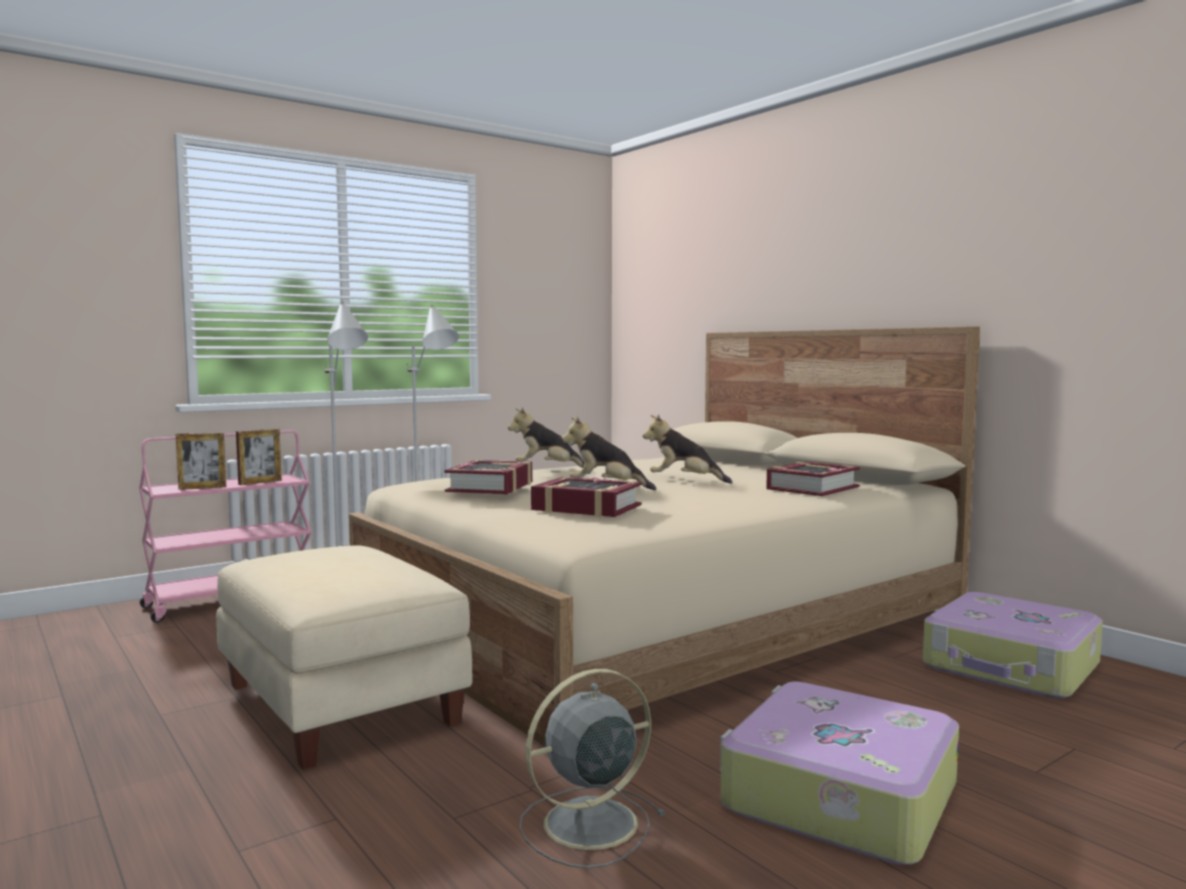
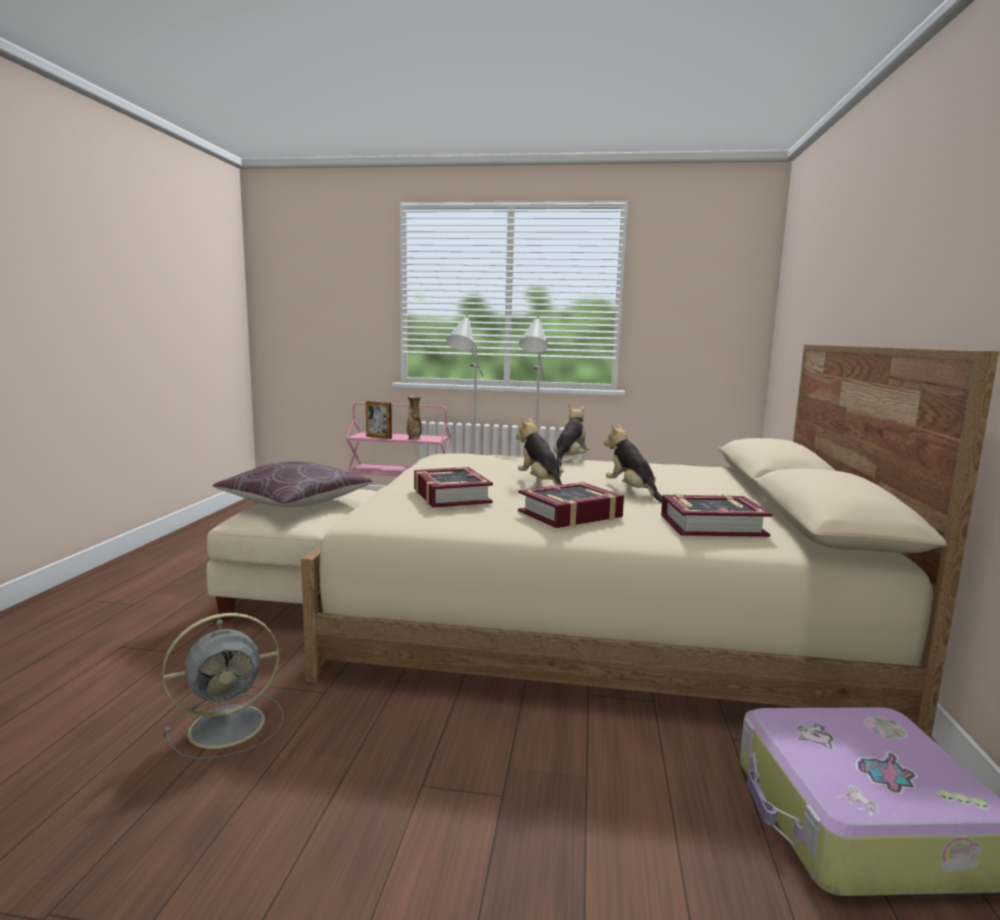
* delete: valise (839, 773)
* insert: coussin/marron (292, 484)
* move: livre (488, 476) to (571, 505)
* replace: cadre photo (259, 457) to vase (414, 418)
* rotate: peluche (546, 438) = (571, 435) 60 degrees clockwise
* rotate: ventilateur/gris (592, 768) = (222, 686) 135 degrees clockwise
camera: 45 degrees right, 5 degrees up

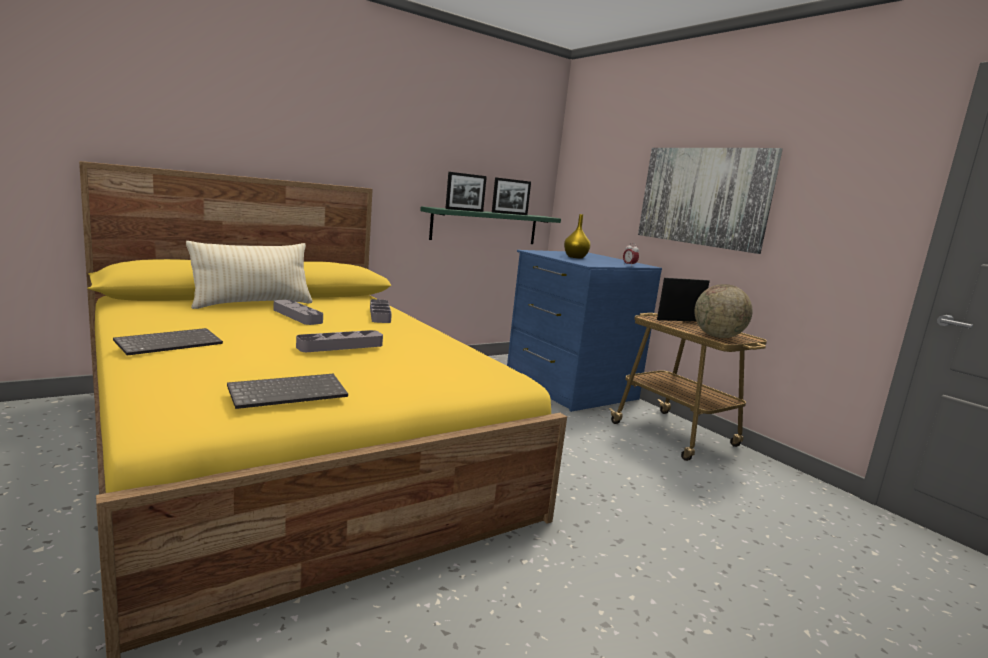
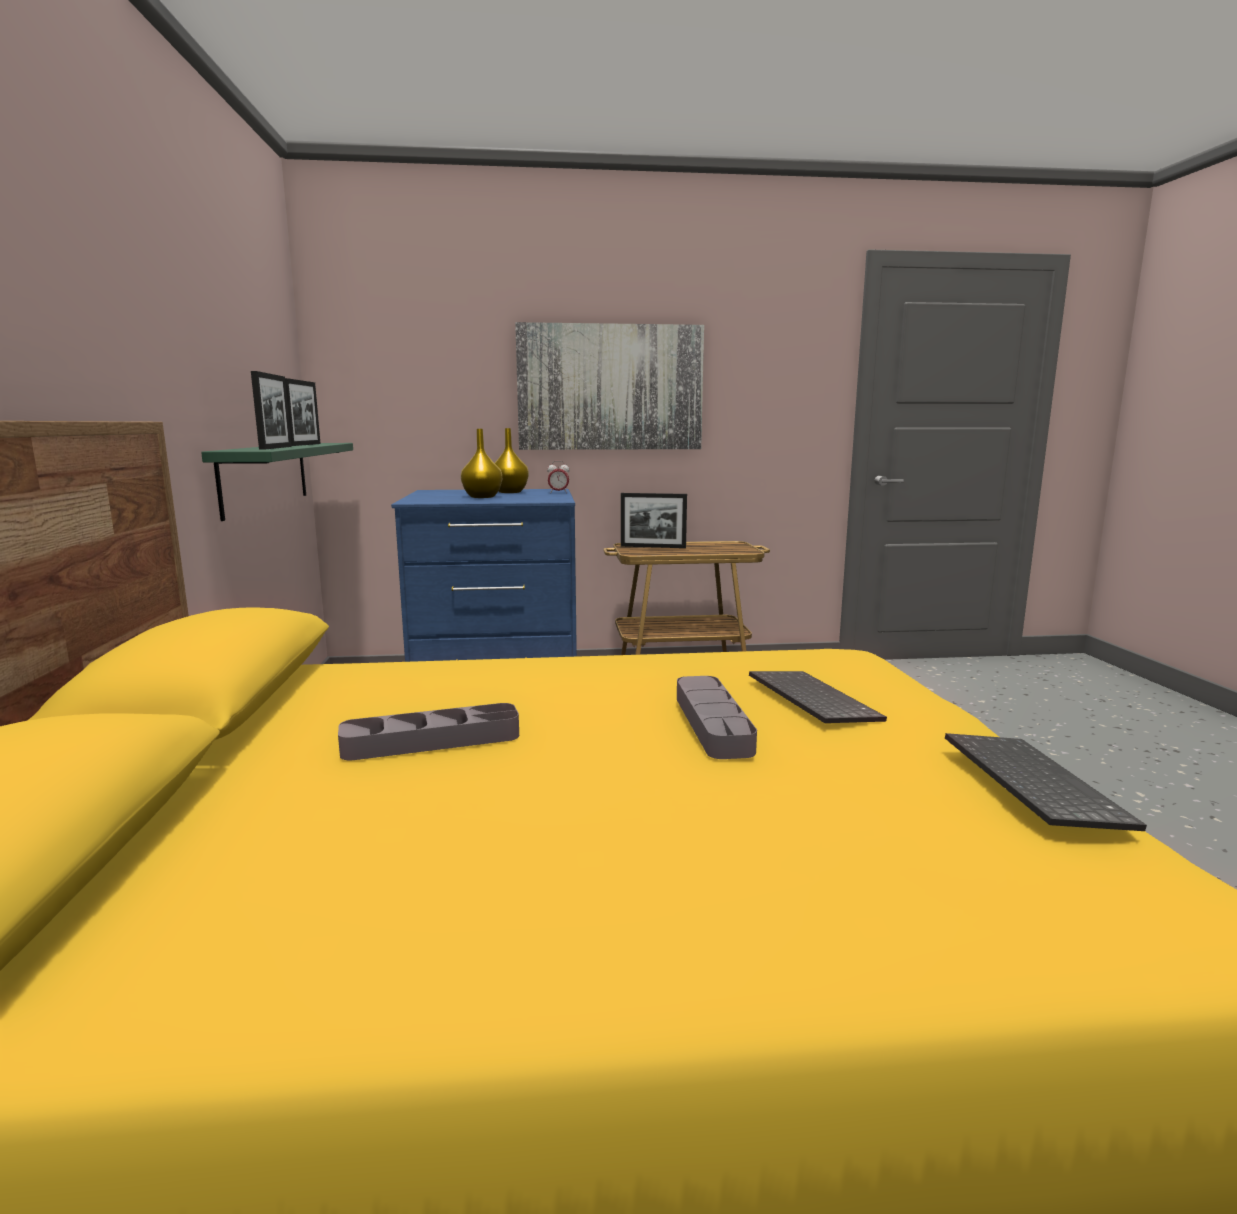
* delete: coussin/beige (249, 275)
* delete: plateau/gris (381, 311)
* delete: globe (723, 311)
* insert: vase/jaune (512, 460)
* move: clavier (168, 342) to (818, 697)
* rotate: cadre photo (683, 299) = (654, 520) 90 degrees counterclockwise
camera: 60 degrees left, 0 degrees up

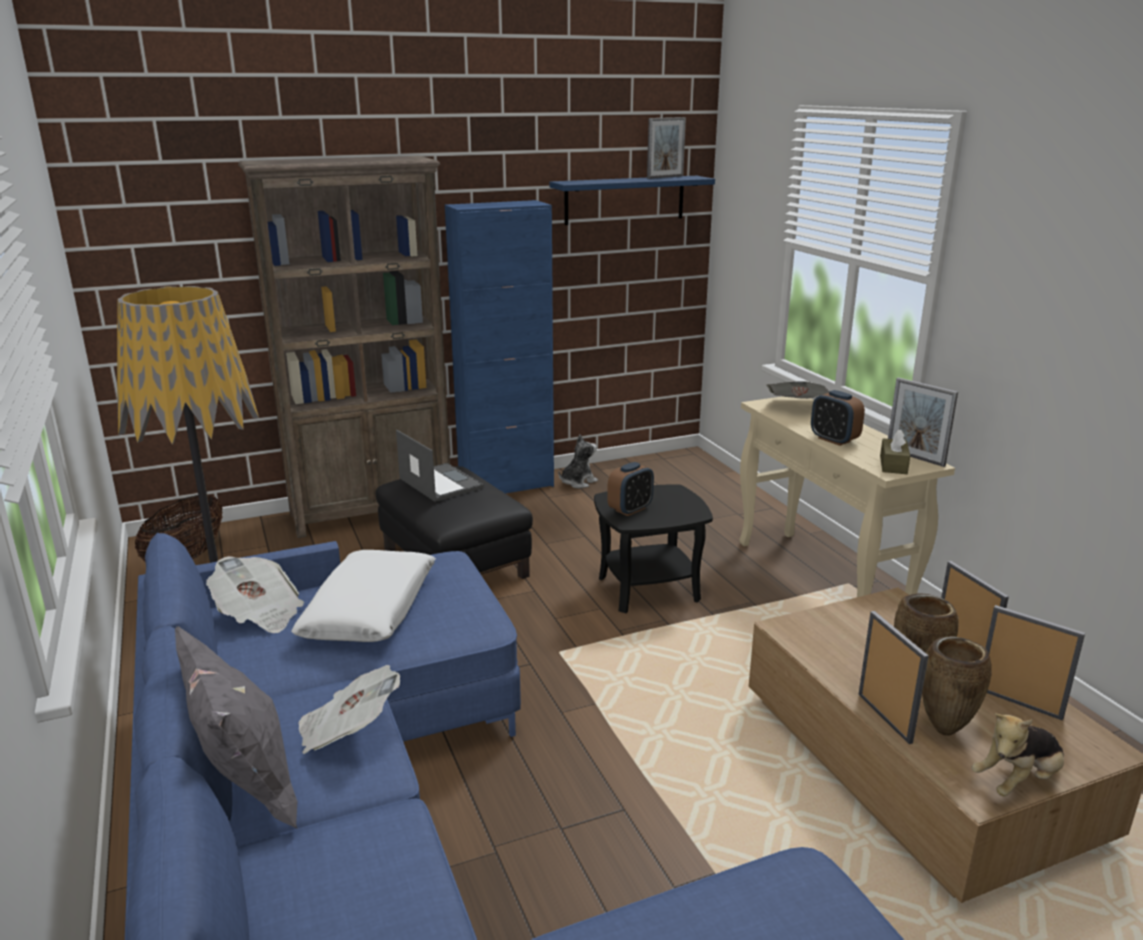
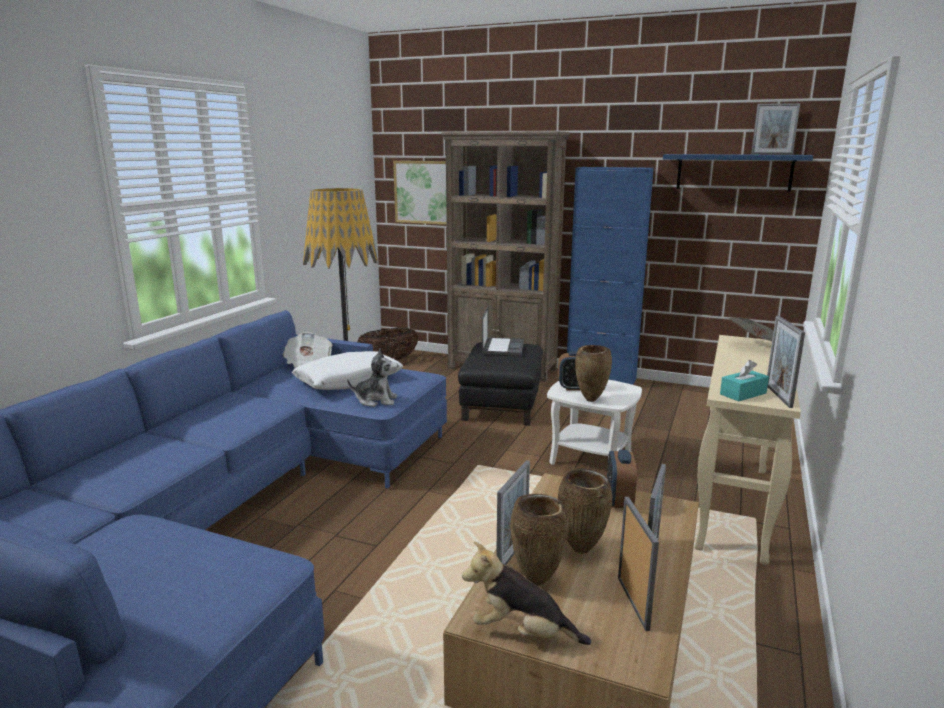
* delete: coussin/gris (236, 727)
* delete: journal (349, 709)
* insert: tableau (420, 193)
* insert: vase/marron (593, 373)
* move: peluche (578, 461) to (372, 377)
* move: réveil (838, 418) to (622, 479)
* recolor: table d'appoint/noir (653, 548) to table d'appoint/blanc (594, 422)
* recolor: boîte à mouchoirs/marron (895, 451) to boîte à mouchoirs/turquoise (744, 381)
camera: 45 degrees right, 5 degrees down

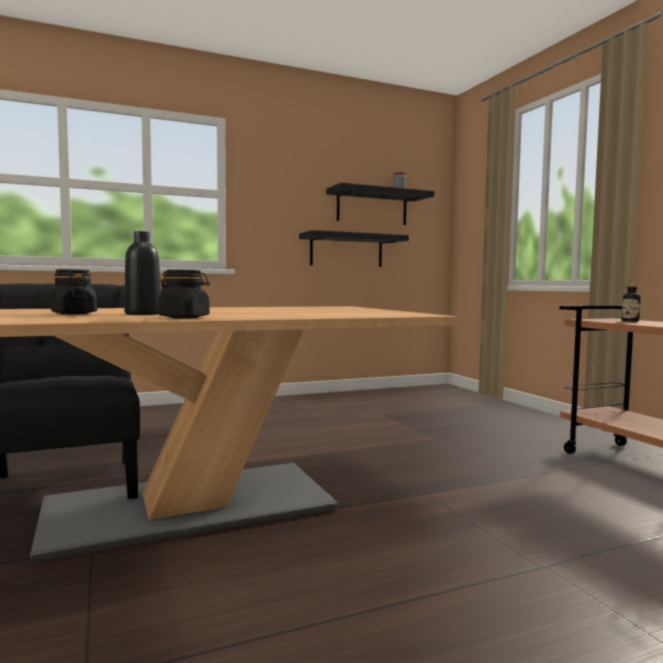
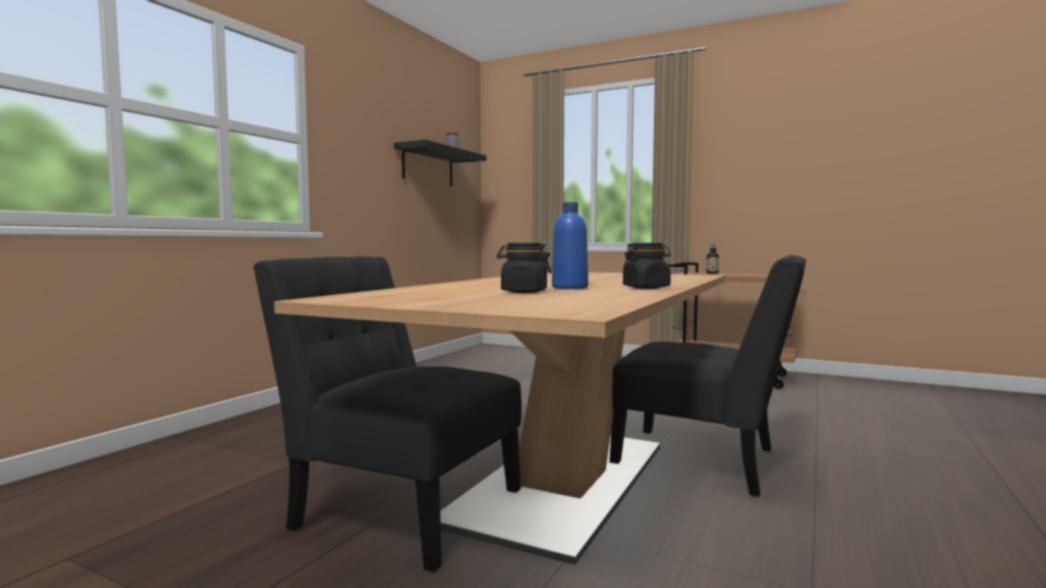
* delete: étagère/noir (354, 248)
* insert: chaise/noir (707, 376)
* recolor: bouteille/noir (143, 273) to bouteille/bleu (570, 245)
camera: 40 degrees left, 0 degrees up

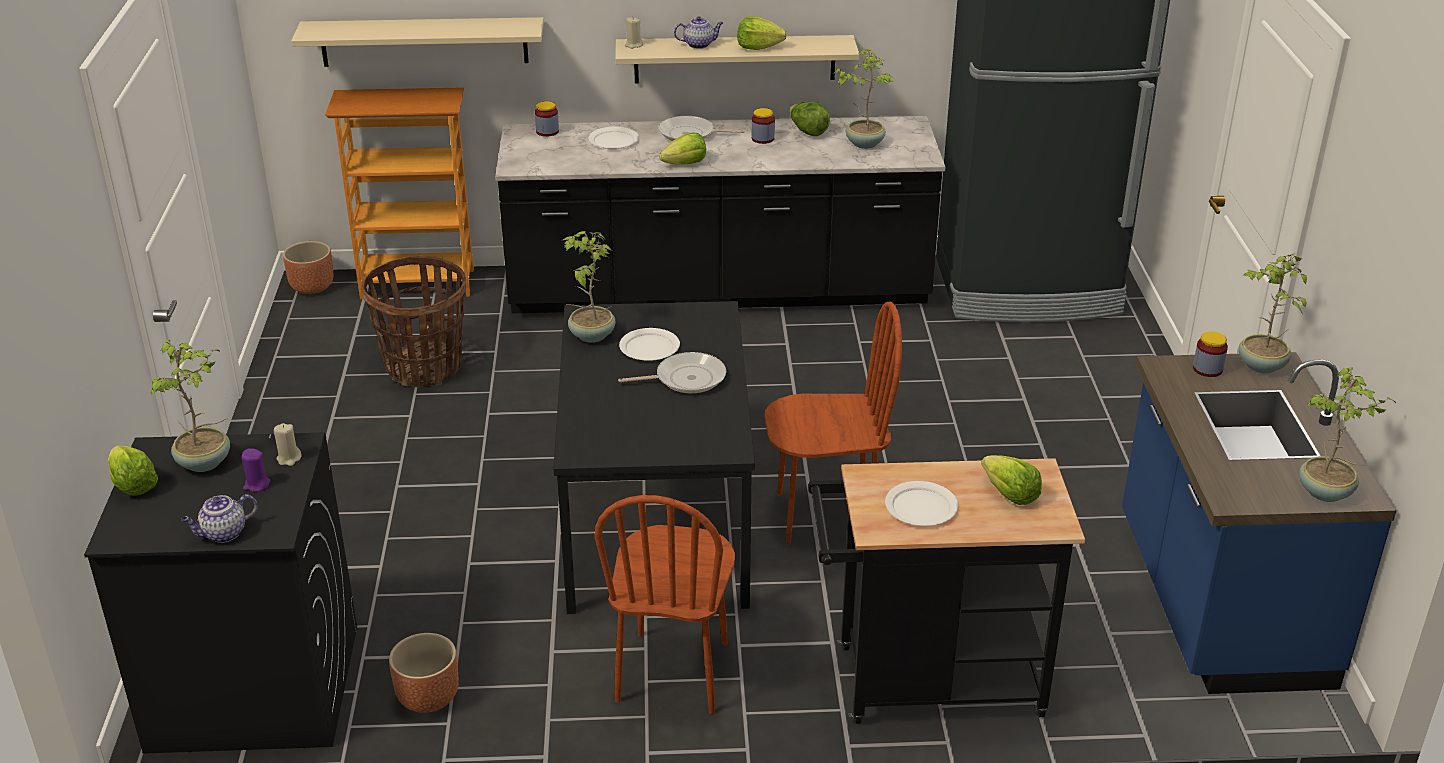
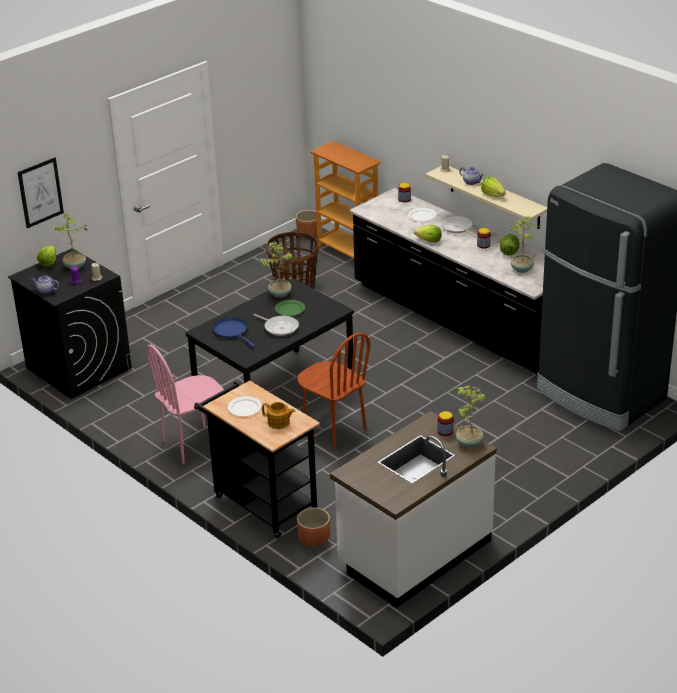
* delete: étagère/beige (417, 42)
* delete: plante en pot (1347, 434)
* insert: tableau (40, 192)
* insert: poêle/bleu (234, 333)
* move: cache-pot/marron (424, 673) to (313, 527)
* replace: laitue (1011, 480) to théière (278, 415)
* recolor: chaise/marron (665, 604) to chaise/rose (185, 404)
* recolor: assiette/blanc (649, 344) to assiette/vert (290, 308)
* recolor: comptoir de cuisine/bleu (1259, 523) to comptoir de cuisine/blanc (413, 509)
camera: 50 degrees right, 0 degrees up

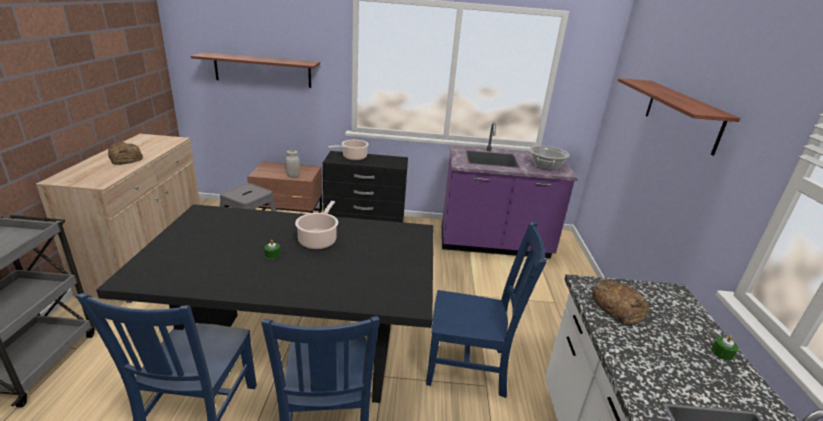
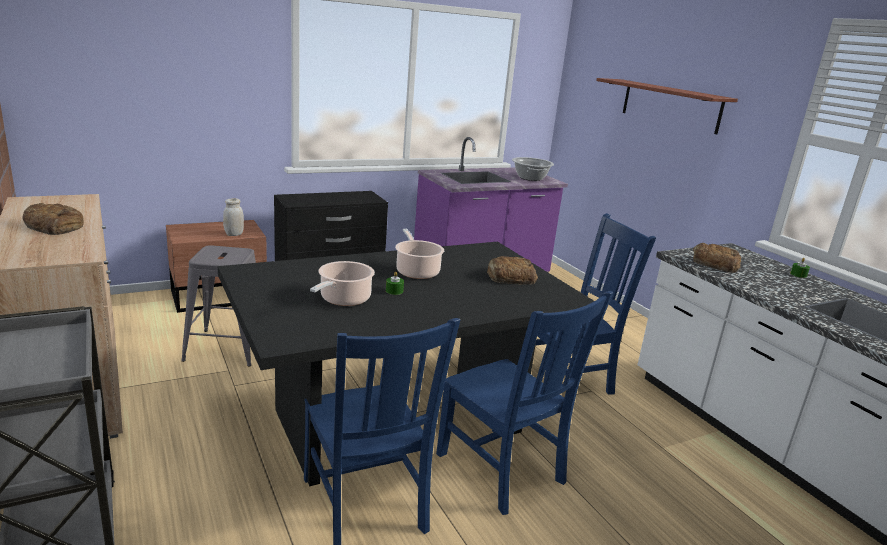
* delete: étagère (255, 70)
* insert: pain (512, 270)
* move: marmite (348, 150) to (342, 283)
camera: 30 degrees left, 5 degrees down

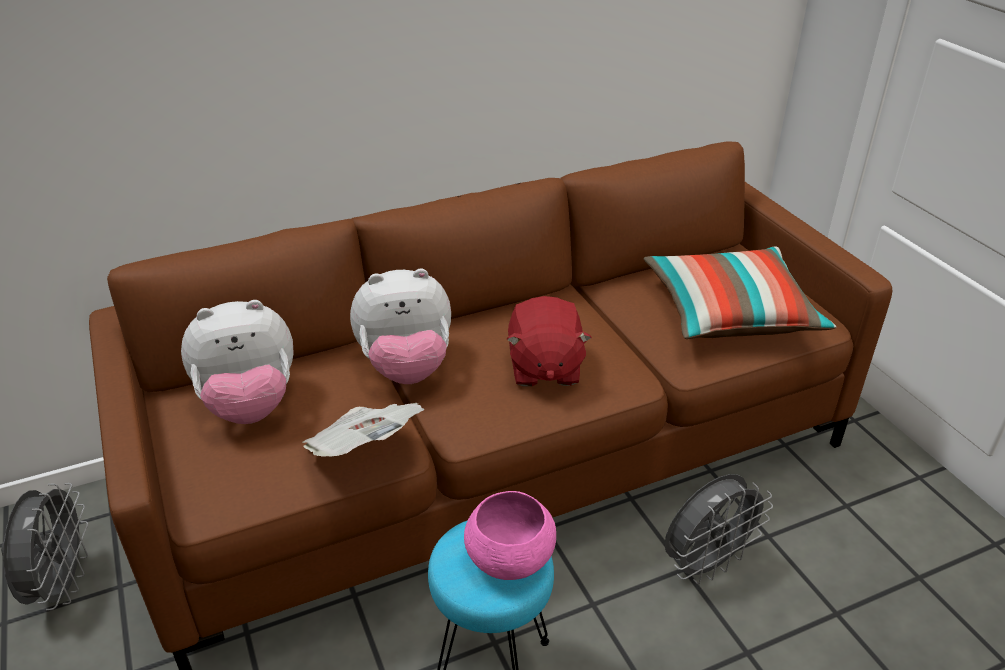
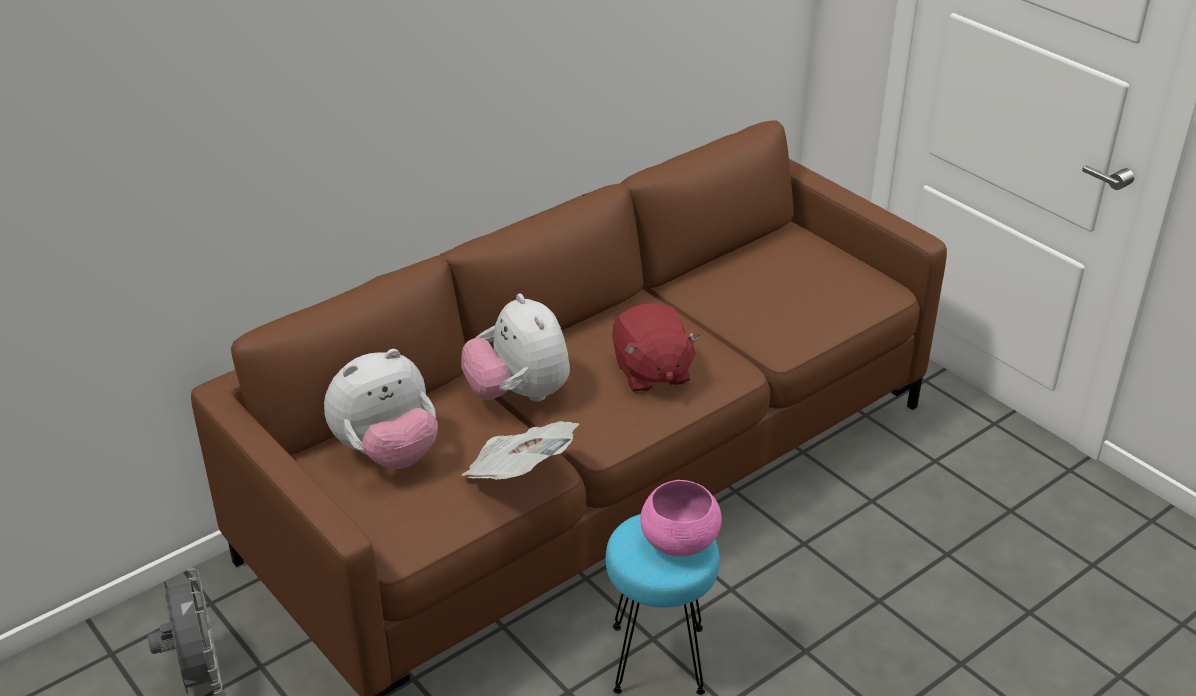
* delete: coussin (739, 293)
* delete: ventilateur/gris (719, 529)
* rotate: peluche (400, 326) = (515, 348) 90 degrees clockwise
camera: 15 degrees left, 0 degrees up

